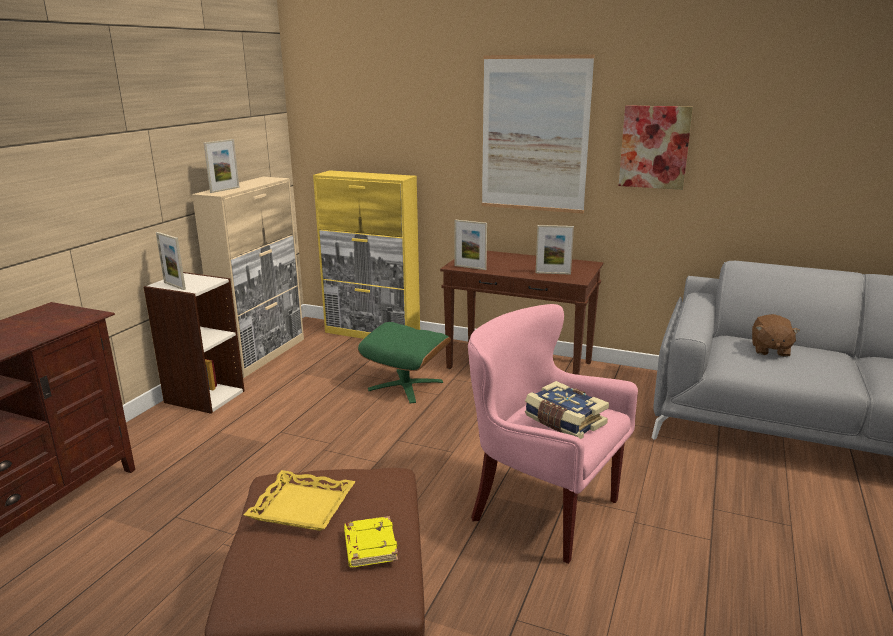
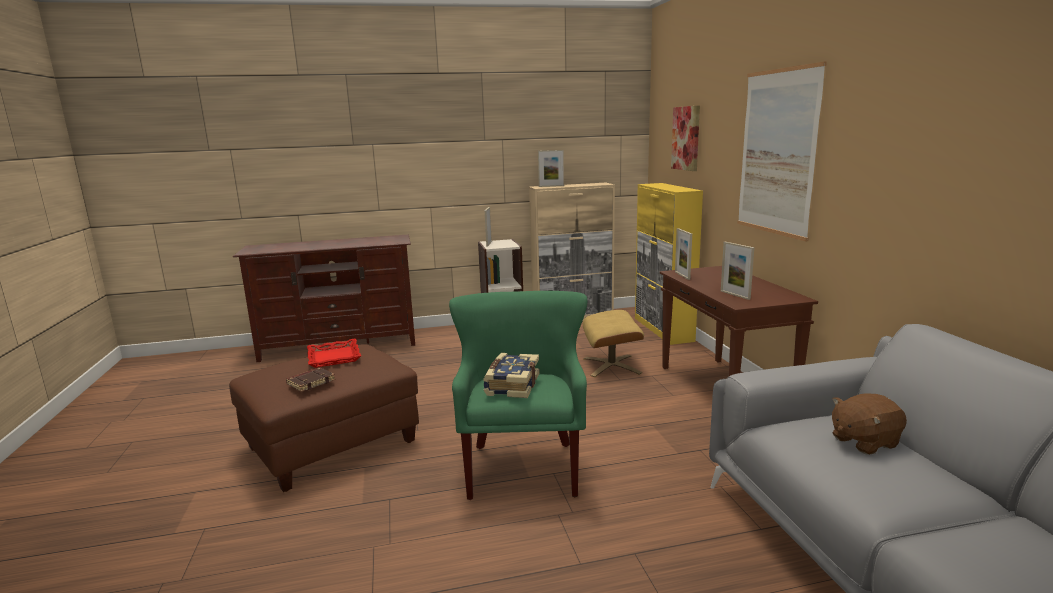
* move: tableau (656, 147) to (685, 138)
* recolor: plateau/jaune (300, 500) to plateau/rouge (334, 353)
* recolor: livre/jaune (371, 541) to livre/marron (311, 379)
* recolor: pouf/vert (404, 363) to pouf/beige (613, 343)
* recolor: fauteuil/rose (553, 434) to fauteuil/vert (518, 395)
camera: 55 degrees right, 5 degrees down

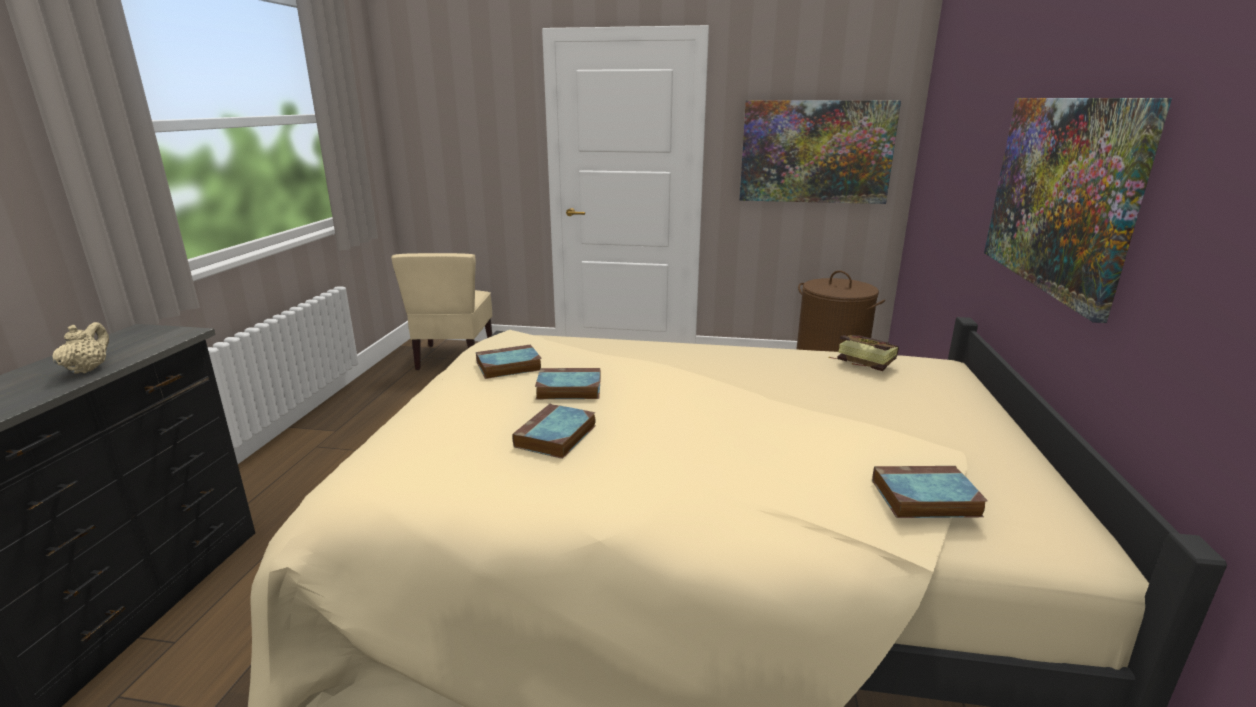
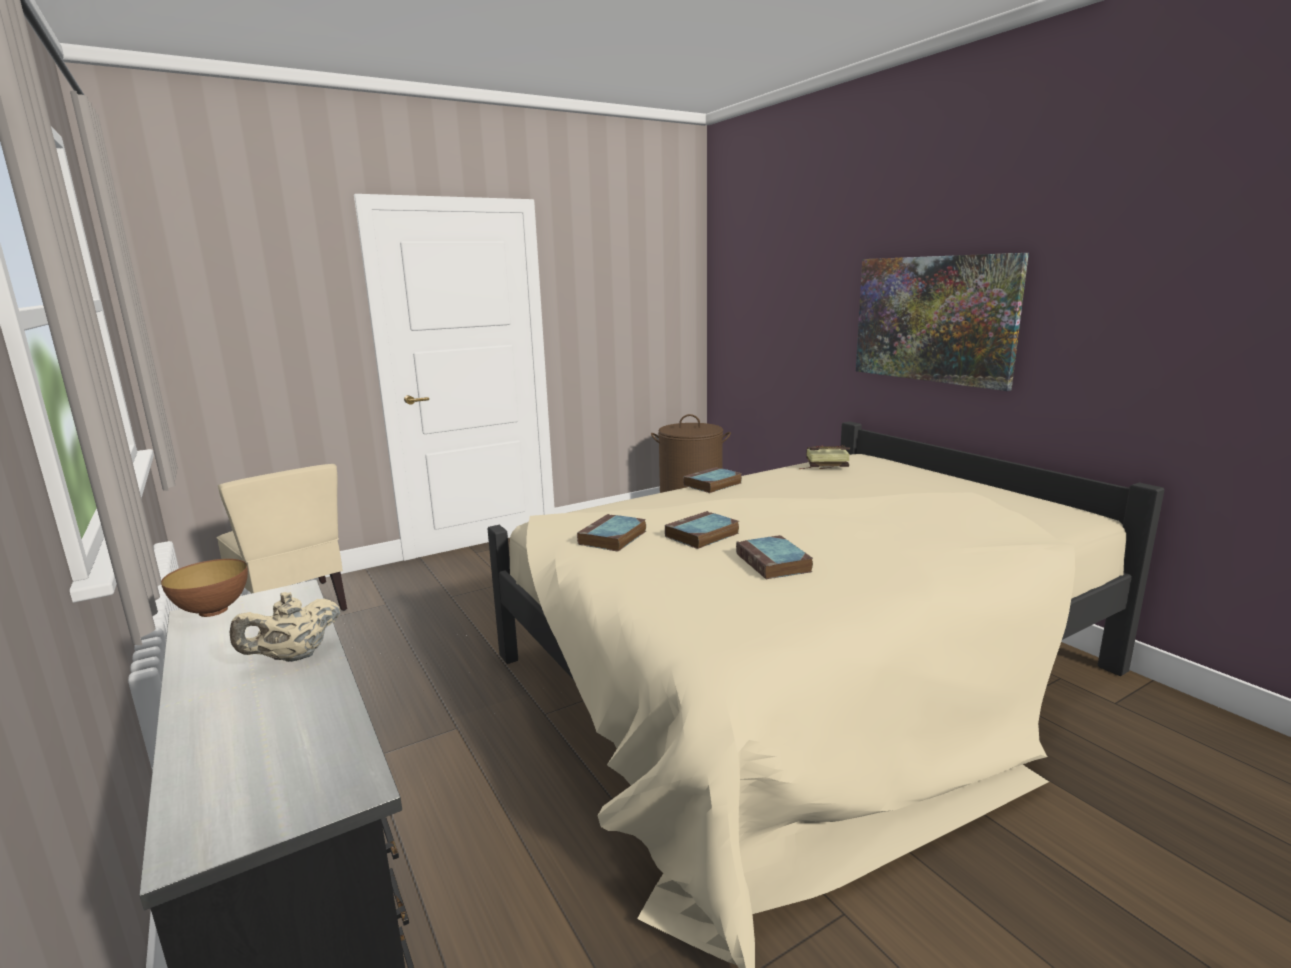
* delete: tableau (820, 152)
* insert: bol (204, 588)
* move: livre (930, 492) to (712, 480)
* rotate: théière/beige (80, 348) = (285, 627) 90 degrees counterclockwise
camera: 40 degrees left, 5 degrees down

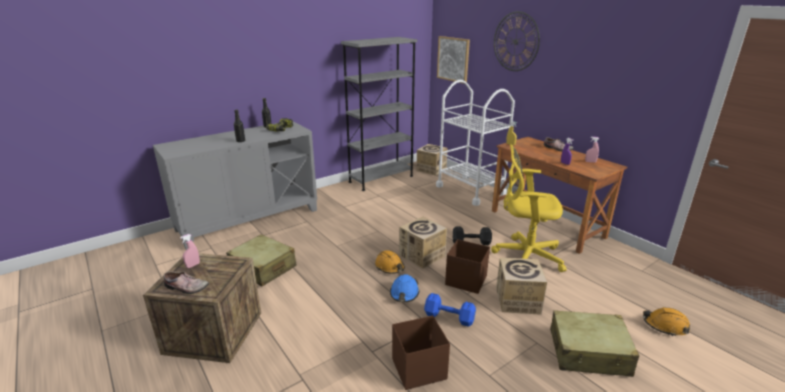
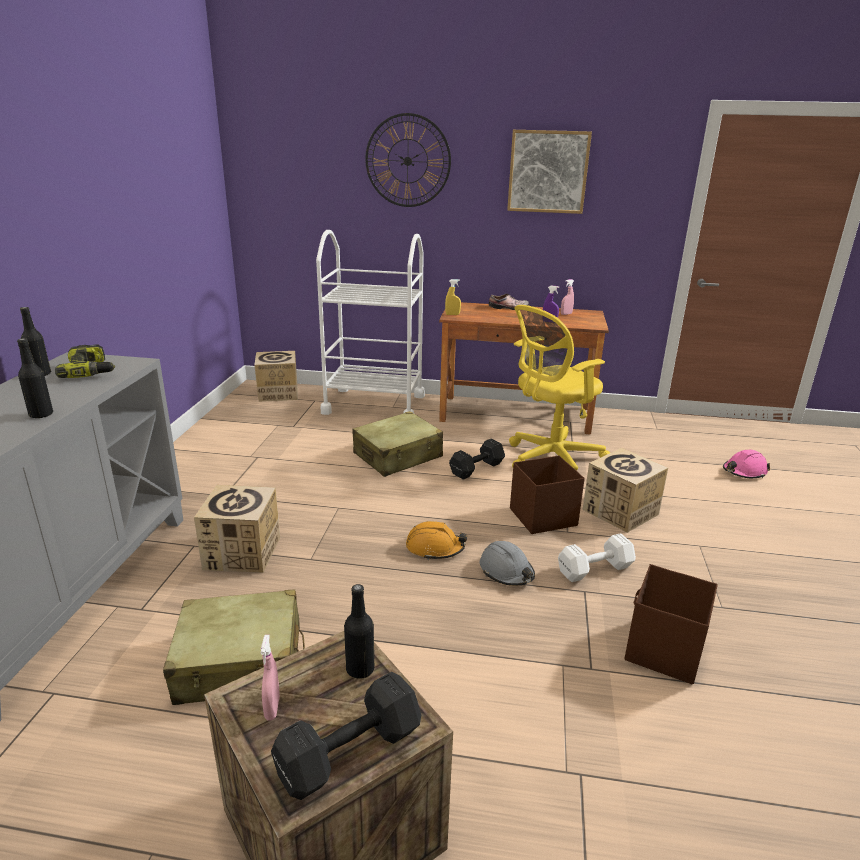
* delete: bibliothèque/gris (379, 114)
* insert: bouteille/noir (359, 631)
* move: carton (423, 243) to (237, 529)
* move: tableau (453, 60) to (549, 172)
* move: valise/beige (594, 343) to (397, 444)
* replace: chaussure (186, 282) to haltère/noir (346, 736)
* recolor: casque de chantier/bleu (404, 288) to casque de chantier/gris (507, 563)
* recolor: haltère/bleu (450, 310) to haltère/blanc (597, 557)
* recolor: casque de chantier/orange (666, 321) to casque de chantier/rose (746, 464)
camera: 45 degrees left, 0 degrees up

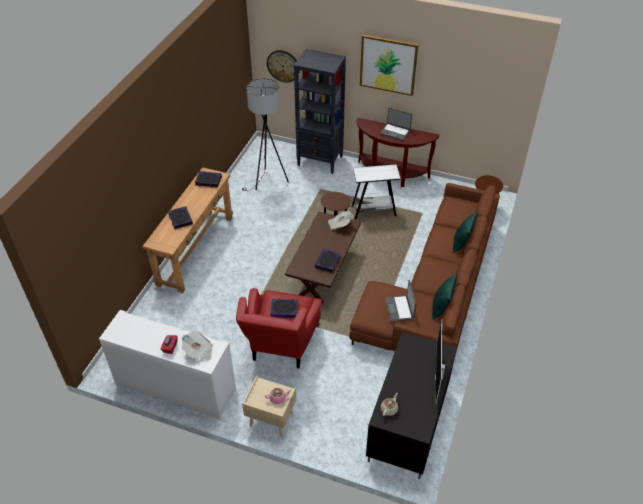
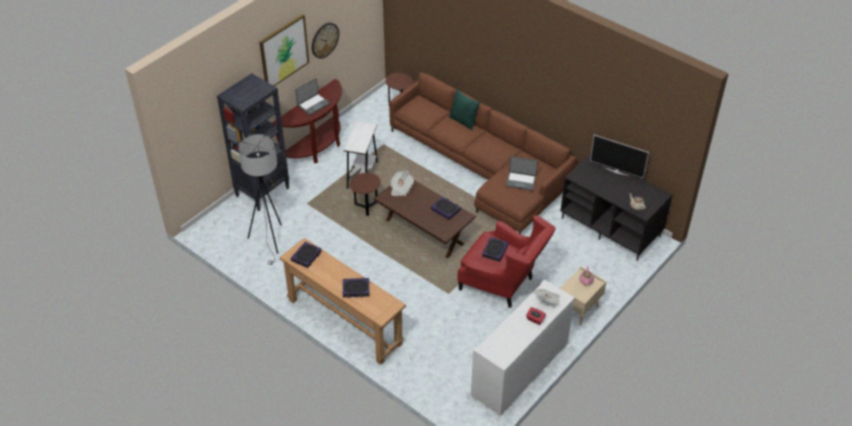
* delete: coussin/vert (444, 296)
* move: horloge murale (283, 66) to (325, 41)
camera: 70 degrees left, 0 degrees up

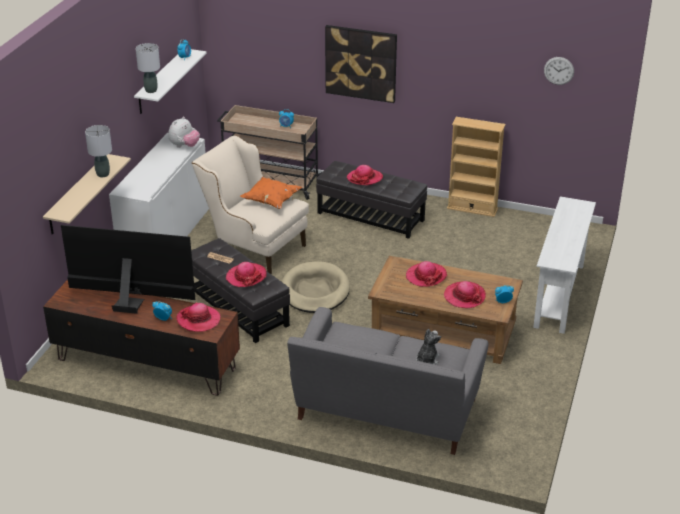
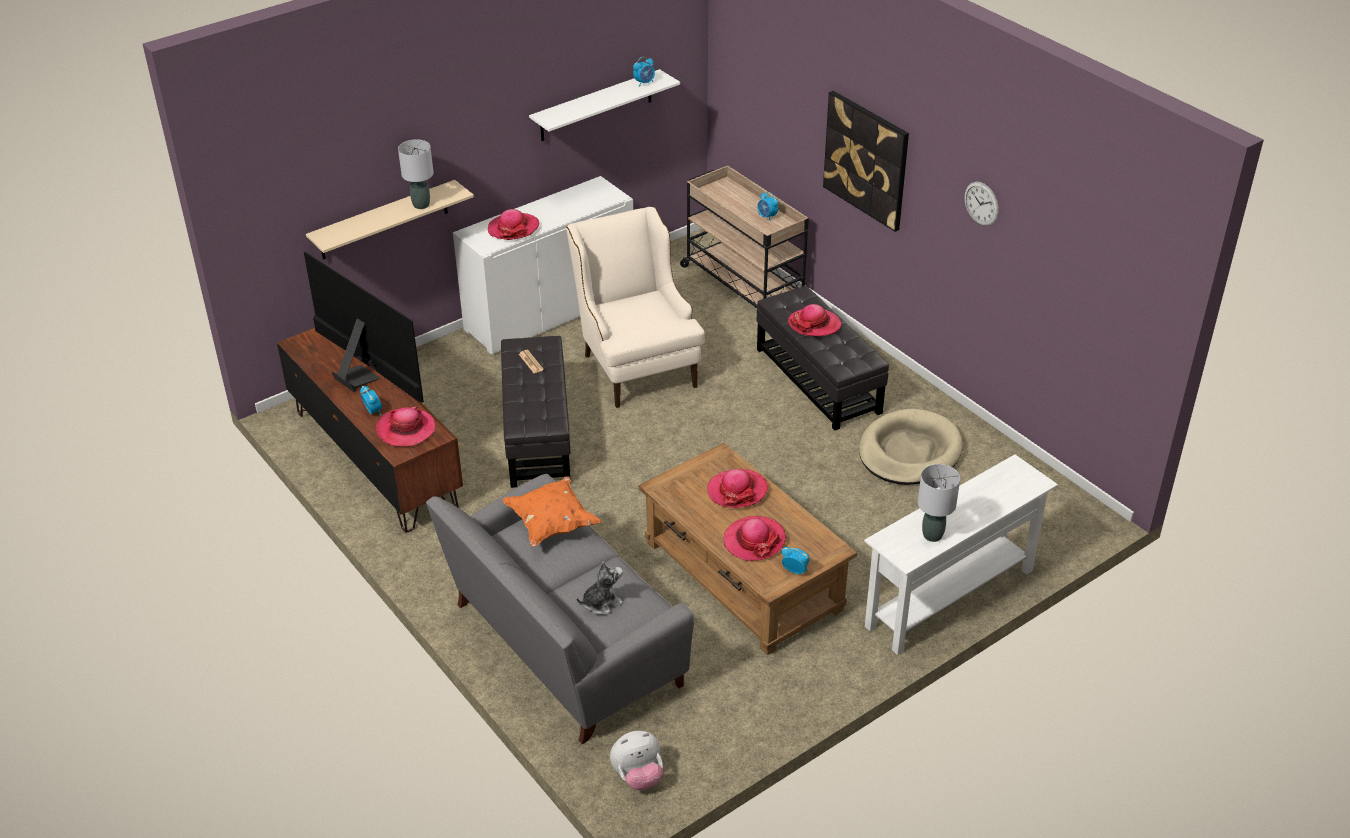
* delete: bibliothèque/beige (476, 167)
* move: lampe de table/gris (148, 68) to (939, 503)
* move: peluche (184, 132) to (636, 760)
* move: chapeau (246, 274) to (513, 224)
* move: coussin/orange (271, 193) to (552, 511)
* move: panier pour chien/beige (316, 287) to (911, 447)
* move: horloge murale (559, 71) to (981, 204)
camera: 35 degrees right, 5 degrees up

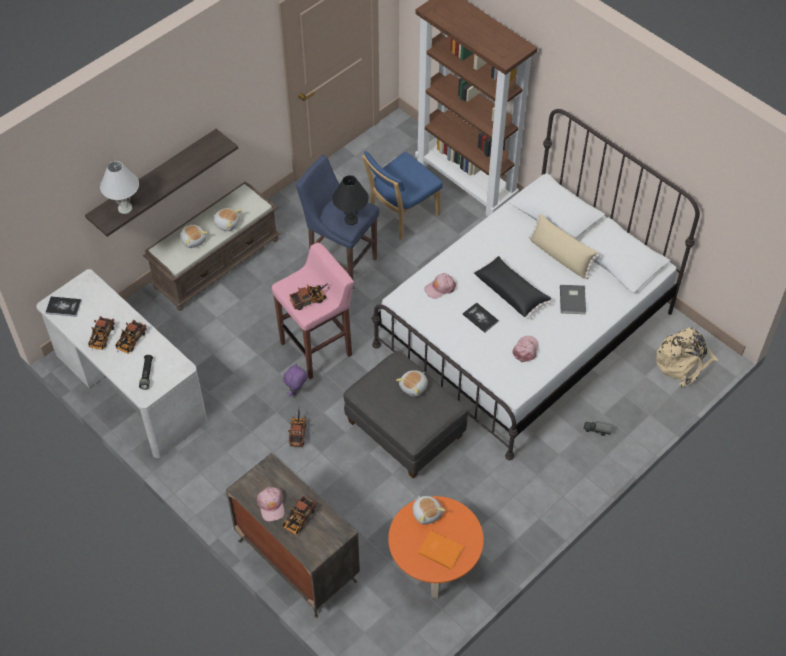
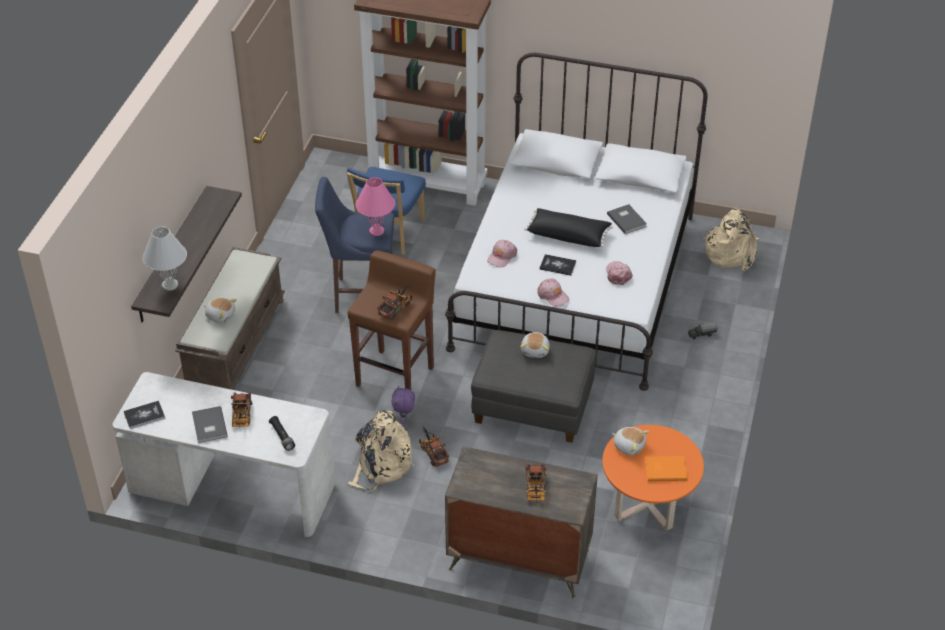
* delete: peluche (226, 219)
* delete: coussin/beige (564, 246)
* insert: sac à dos/beige (380, 450)
* move: casquette/rose (270, 504) to (553, 292)
* replace: camion jouet (101, 333) to livre/gris (210, 424)
* recolor: tabouret/rose (313, 311) to tabouret/marron (392, 320)
* recolor: lampe de table/noir (350, 200) to lampe de table/rose (375, 206)
camera: 30 degrees left, 10 degrees down

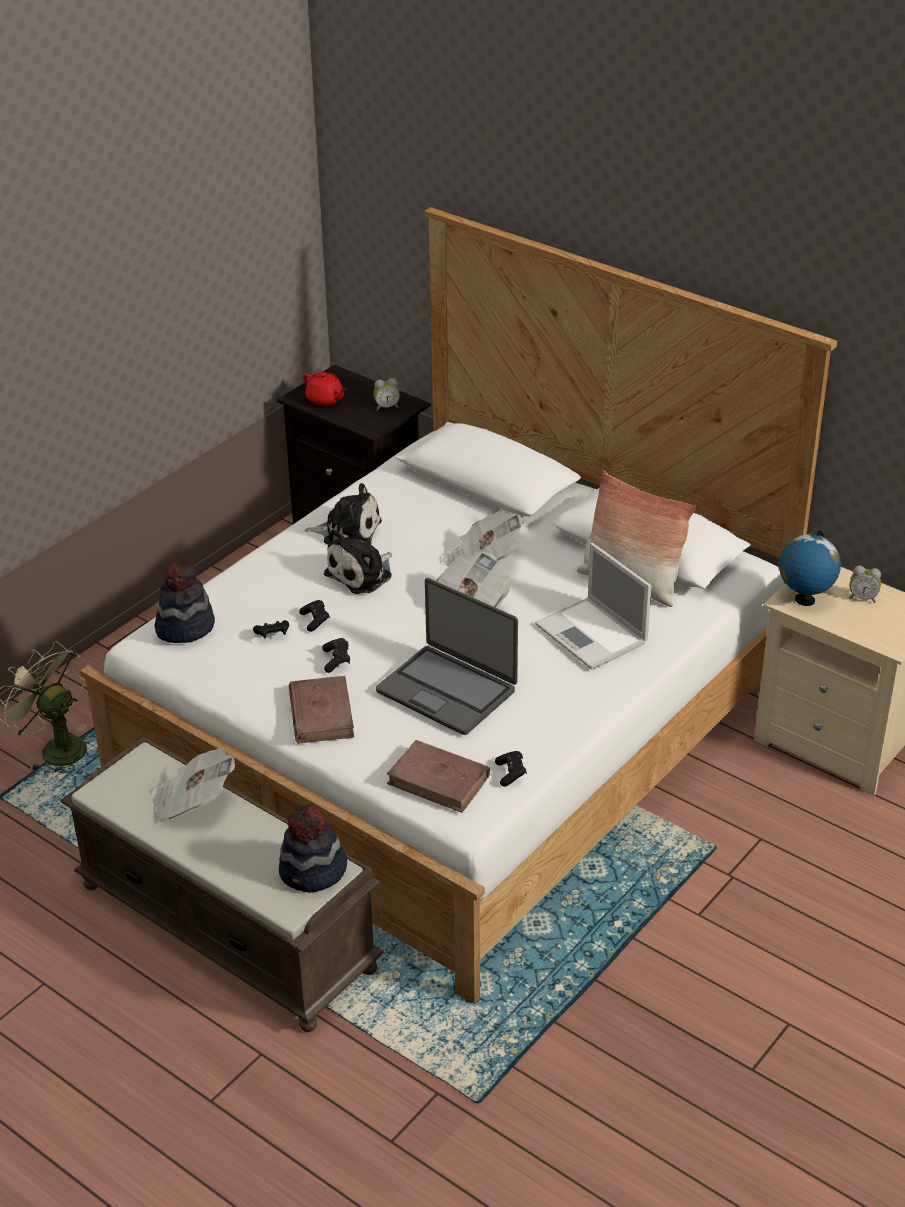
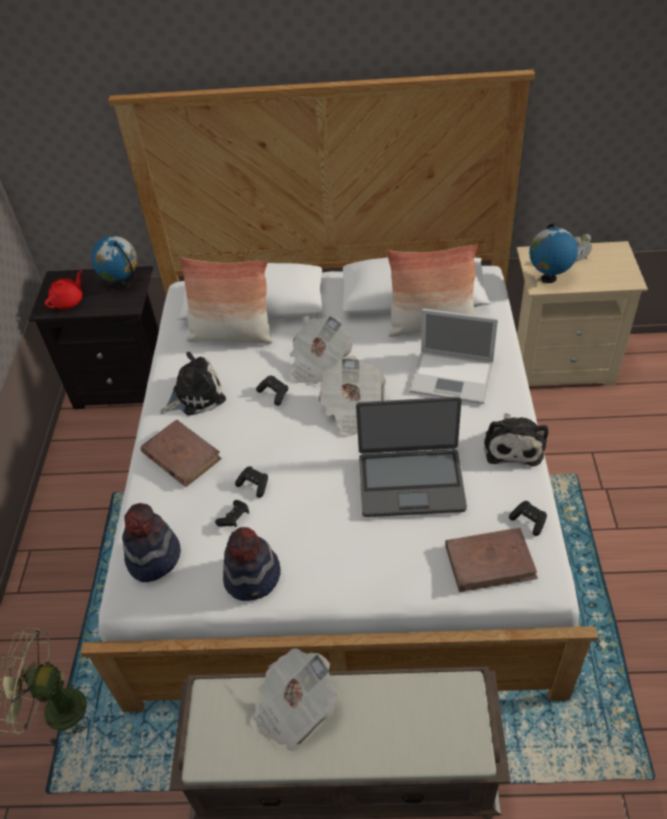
* insert: coussin (226, 300)
* move: chapeau (313, 848) to (252, 564)
* move: livre/marron (321, 710) to (181, 453)
* move: manette/noir (336, 655) to (272, 391)
* move: peluche (358, 561) to (516, 439)
* replace: réveil (386, 394) to globe (114, 262)
* rotate: théière/rouge (325, 389) = (64, 289) 60 degrees counterclockwise
camera: 35 degrees left, 10 degrees up

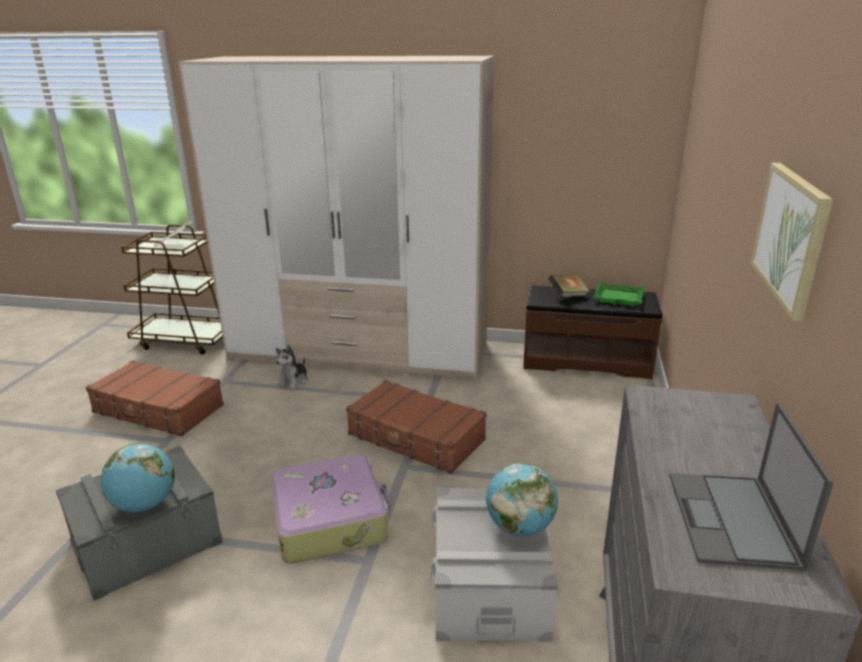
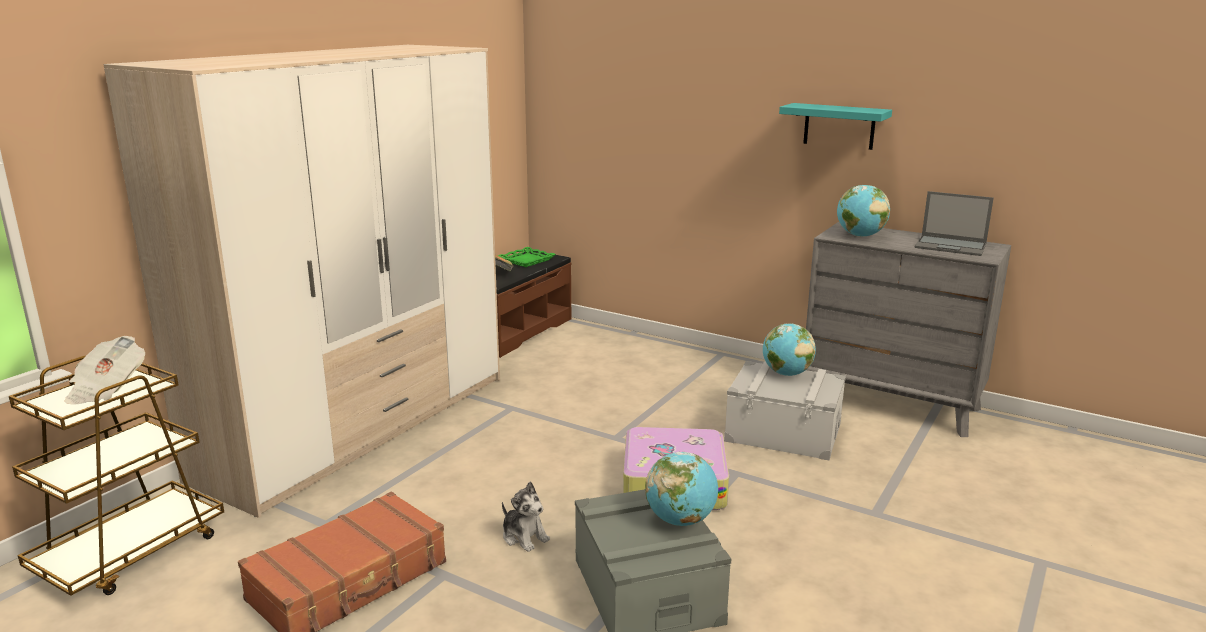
* delete: valise/marron (416, 427)
* insert: globe (863, 211)
* move: peluche (292, 367) to (526, 517)
* replace: tableau (792, 242) to étagère/turquoise (835, 126)
camera: 70 degrees left, 5 degrees down

